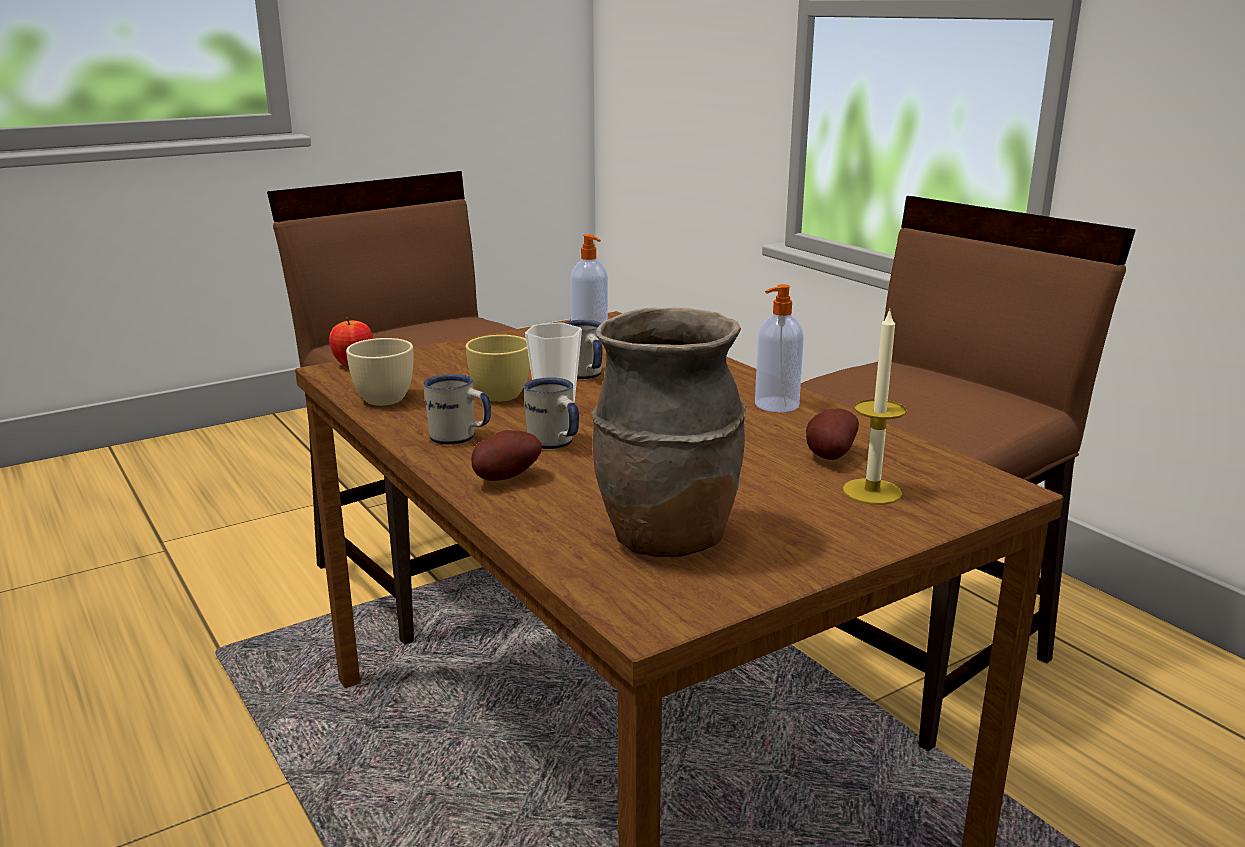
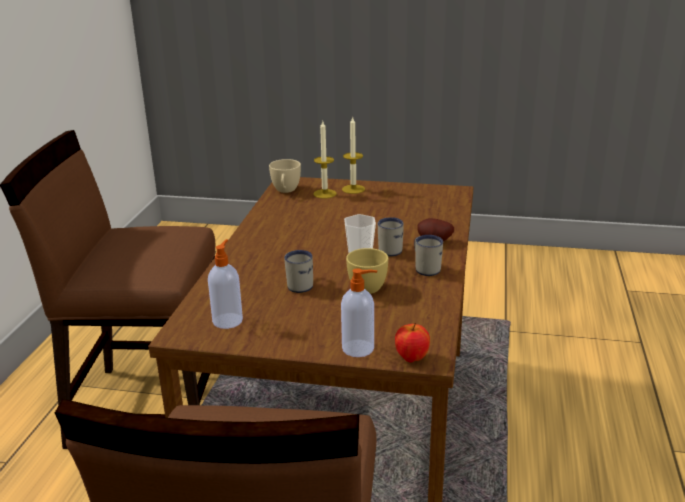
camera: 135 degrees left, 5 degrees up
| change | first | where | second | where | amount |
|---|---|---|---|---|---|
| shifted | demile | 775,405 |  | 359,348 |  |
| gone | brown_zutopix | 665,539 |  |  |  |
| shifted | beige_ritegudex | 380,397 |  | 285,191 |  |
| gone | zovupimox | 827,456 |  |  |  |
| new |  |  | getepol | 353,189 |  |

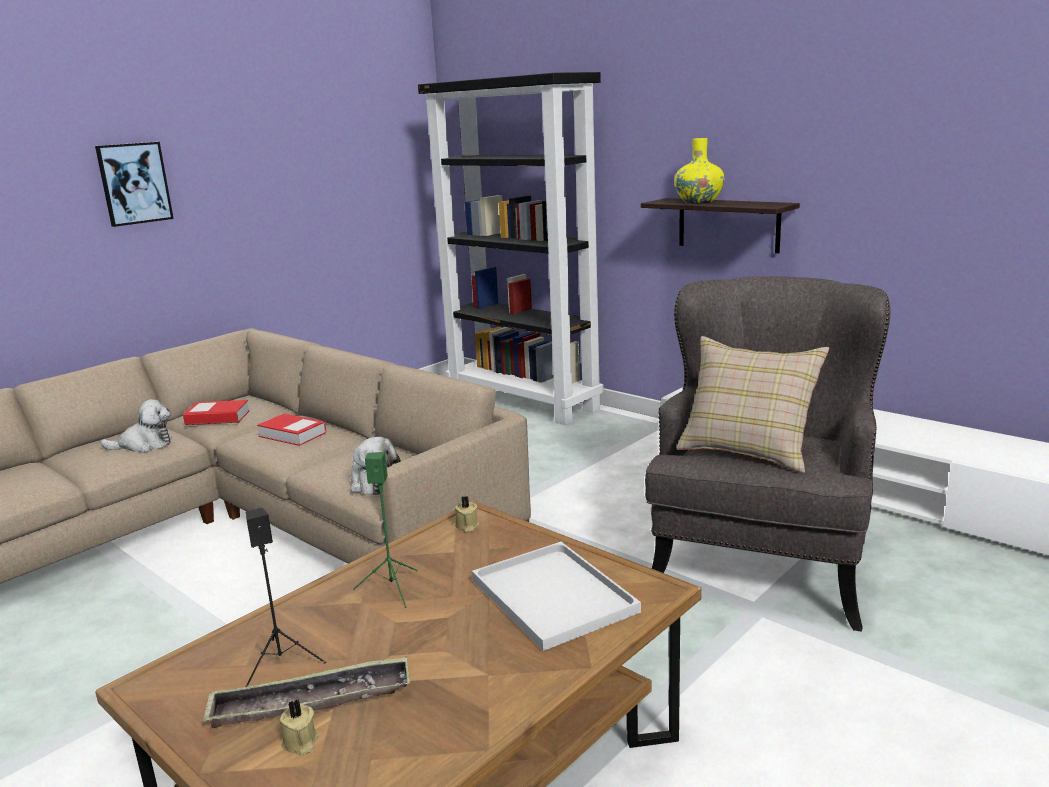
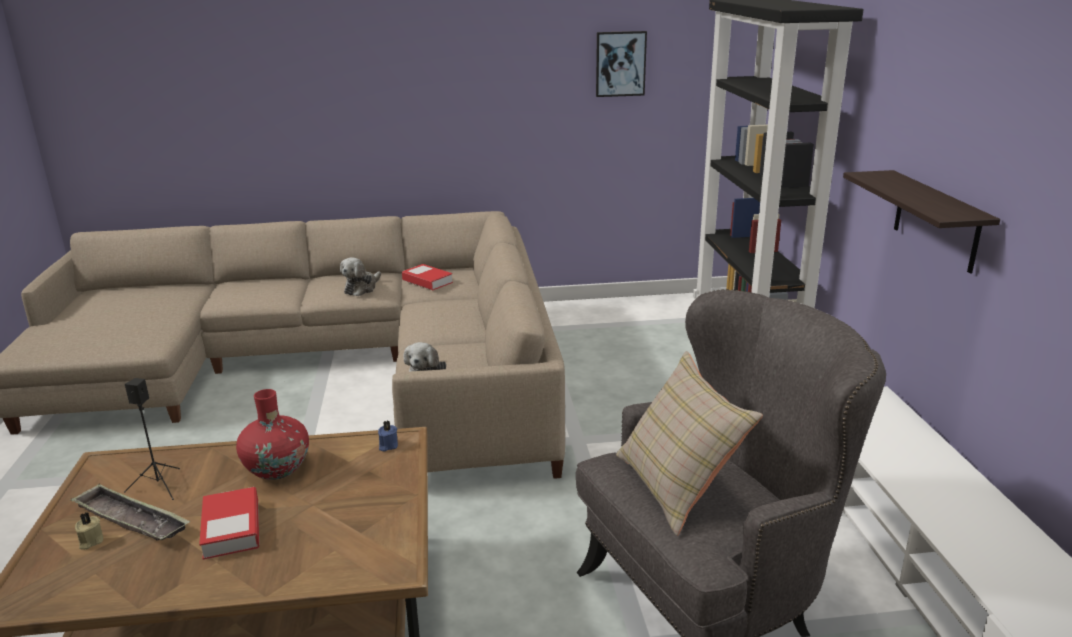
camera: 40 degrees right, 5 degrees up
| change | first | where | second | where | amount |
|---|---|---|---|---|---|
| gone | yellow_zutopix | 699,202 |  |  |  |
| shifted | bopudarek | 134,183 |  | 620,64 |  |
| rotated | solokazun | 144,445 |  | 361,288 | 90 degrees clockwise |
| shifted | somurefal | 292,434 |  | 231,528 |  |
| swapped | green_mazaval | 392,588 | red_zutopix | 277,469 |  |
| repainted | beige_getepol | 466,526 | blue_getepol | 387,446 |  |
| gone | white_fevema | 556,596 |  |  |  |

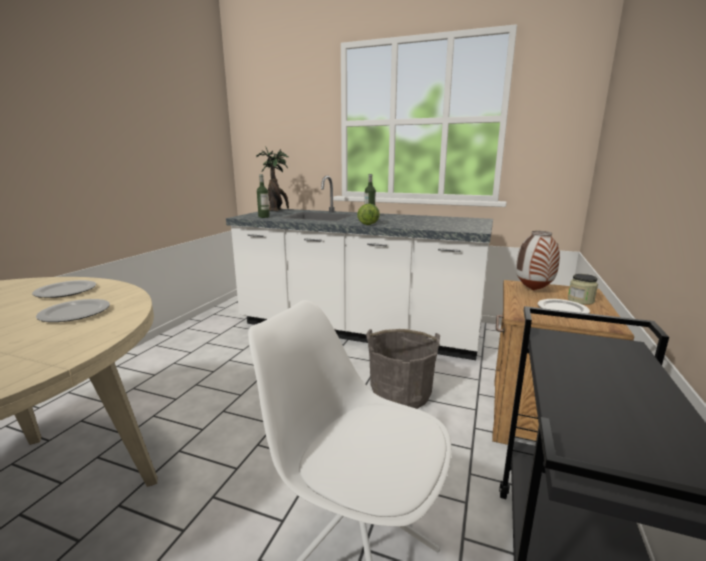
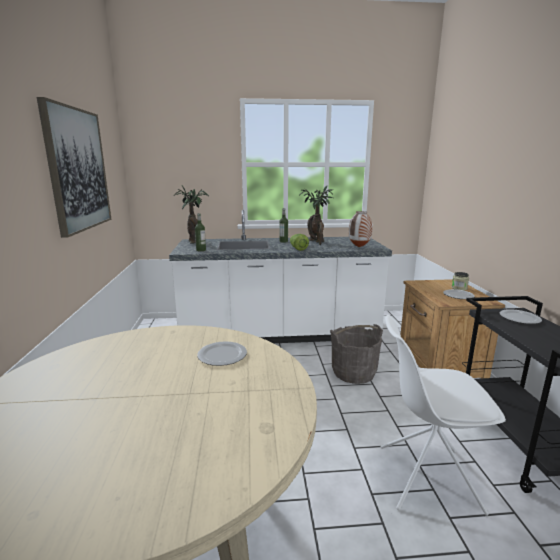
camera: 25 degrees left, 0 degrees up
| change | first | where | second | where | amount |
|---|---|---|---|---|---|
| shifted | zutopix | 533,290 |  | 359,247 |  |
| shifted | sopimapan | 67,291 |  | 519,318 |  |
| new |  |  | bopudarek | 78,169 |  |
| new |  |  | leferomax | 316,242 |  |

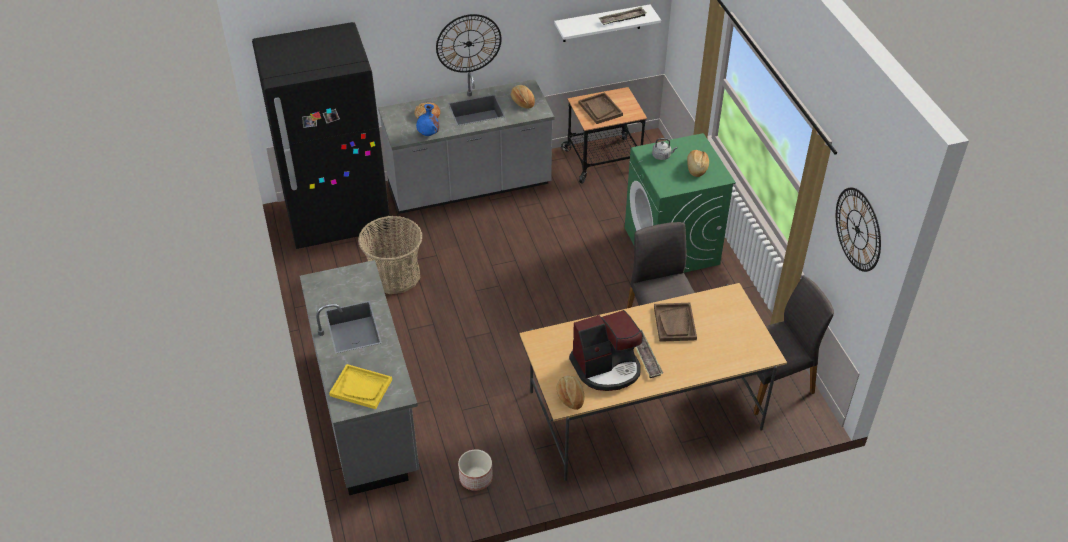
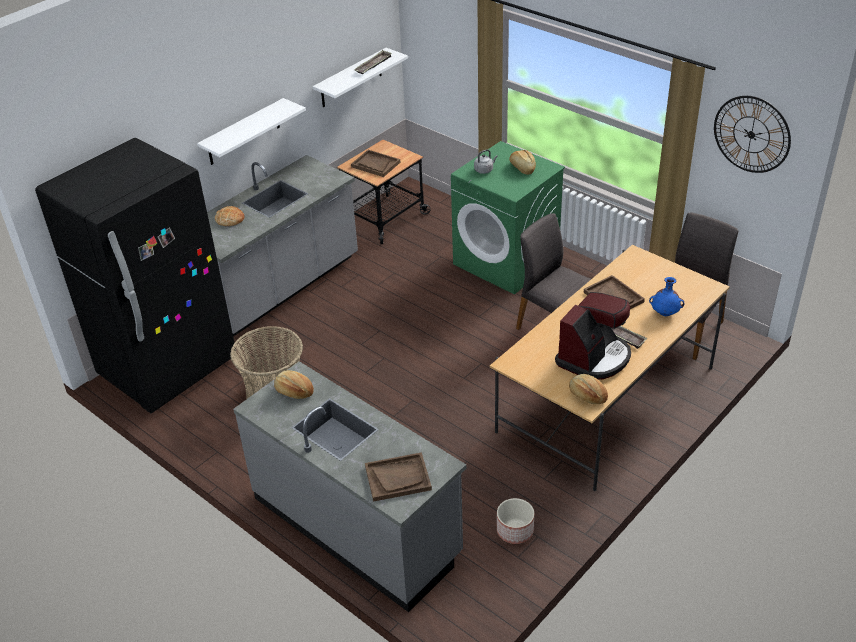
camera: 30 degrees left, 5 degrees down
| change | first | where | second | where | amount |
|---|---|---|---|---|---|
| swapped | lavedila | 468,43 | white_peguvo | 243,132 |  |
| shifted | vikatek | 522,102 |  | 294,391 |  |
| shifted | blue_zutopix | 429,134 |  | 665,313 |  |
| repainted | yellow_fevema | 361,387 | brown_fevema | 398,478 |  |

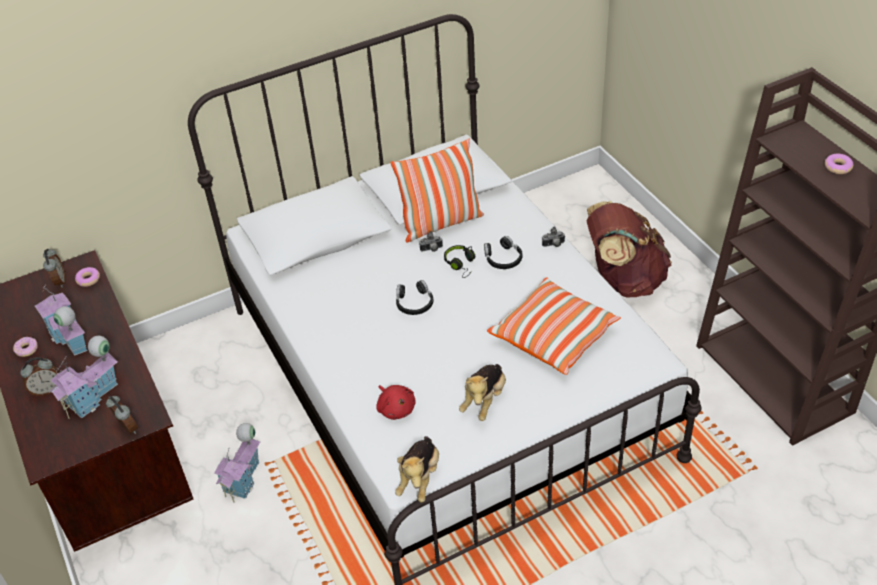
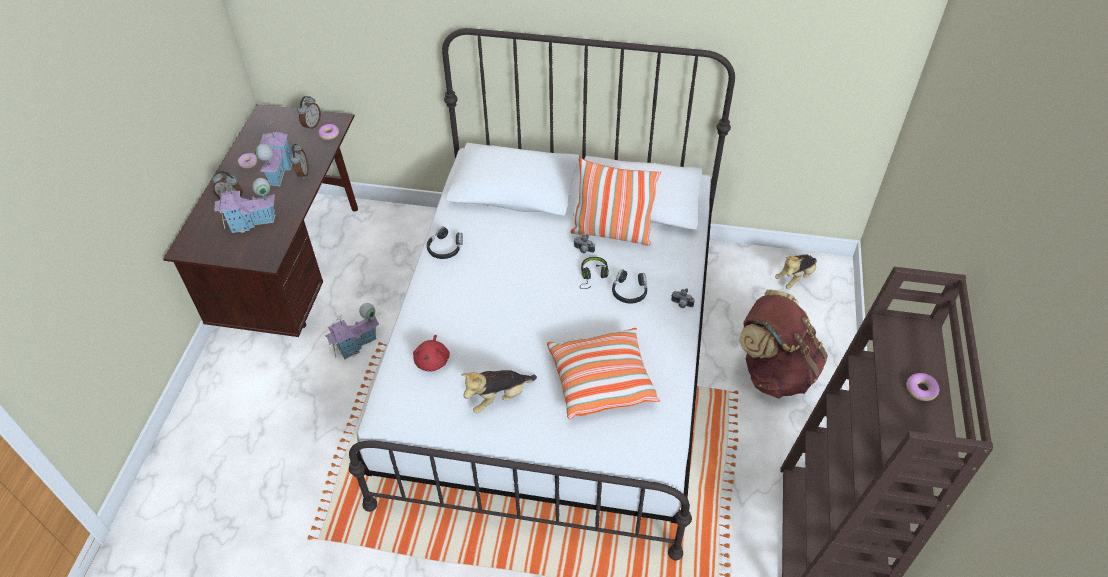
camera: 35 degrees right, 5 degrees up
| change | first | where | second | where | amount |
|---|---|---|---|---|---|
| shifted | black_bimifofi | 414,303 |  | 445,248 |  |
| shifted | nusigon | 127,429 |  | 302,173 |  |
| shifted | solokazun | 419,478 |  | 795,278 |  |

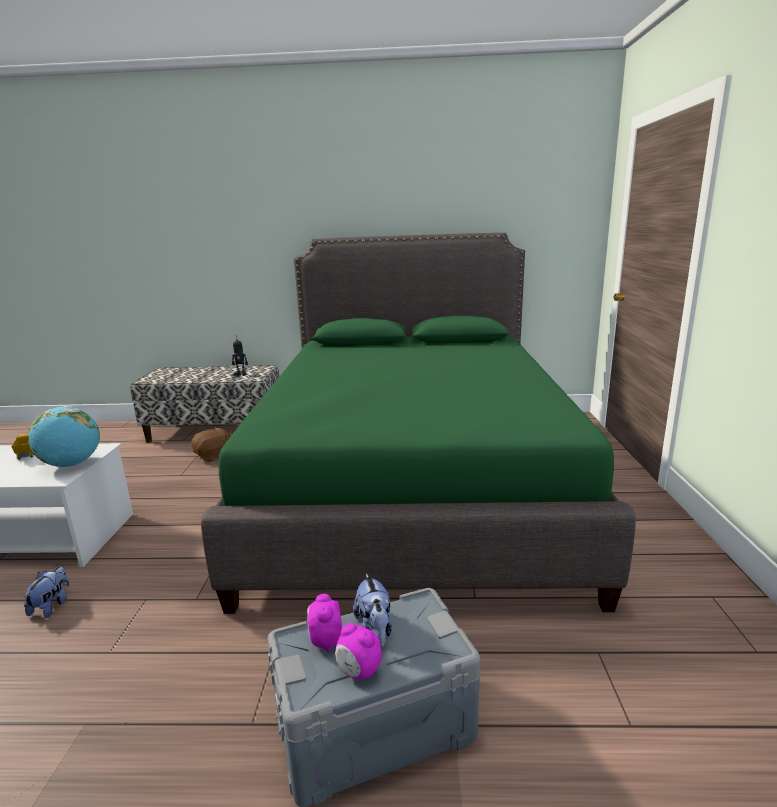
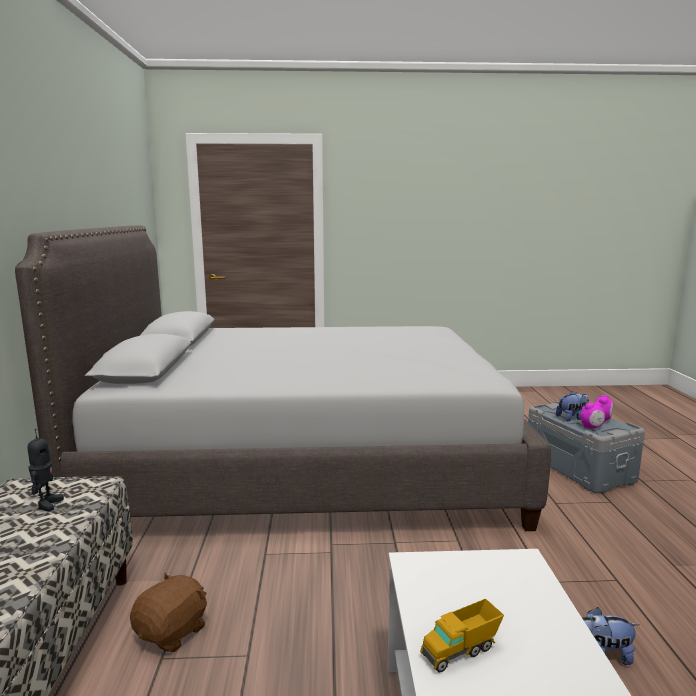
camera: 95 degrees left, 5 degrees down
| change | first | where | second | where | amount |
|---|---|---|---|---|---|
| repainted | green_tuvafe | 413,483 | grey_tuvafe | 306,463 |  |
| gone | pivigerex | 72,464 |  |  |  |
| rotated | brown_solokazun | 214,456 |  | 173,632 | 75 degrees clockwise |

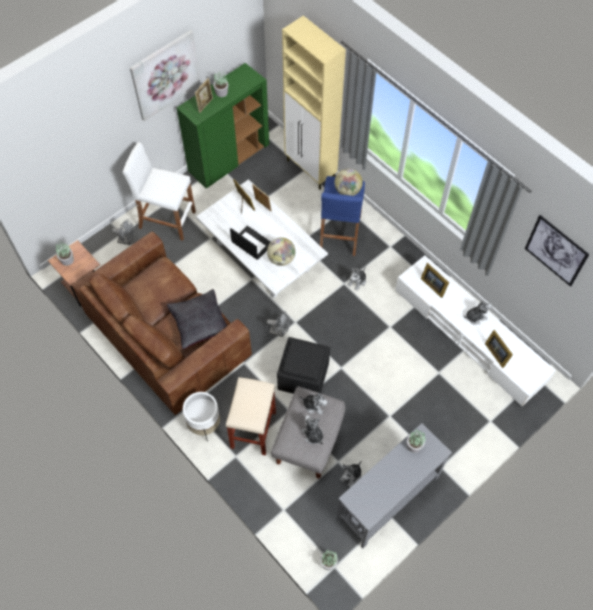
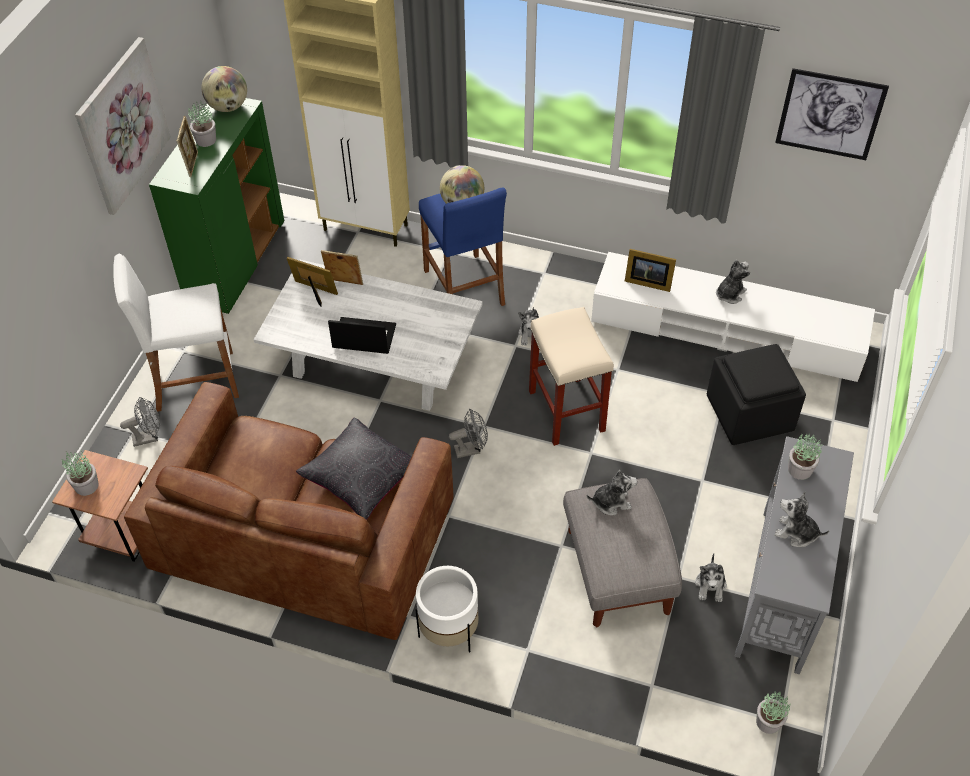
camera: 30 degrees left, 10 degrees down
| change | first | where | second | where | amount |
|---|---|---|---|---|---|
| shifted | pivigerex | 281,259 |  | 228,107 |  |
| gone | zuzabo | 496,352 |  |  |  |
| shifted | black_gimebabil | 303,377 |  | 750,414 |  |
| shifted | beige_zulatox | 253,430 |  | 567,411 |  |
| shifted | solokazun | 312,435 |  | 796,533 |  |

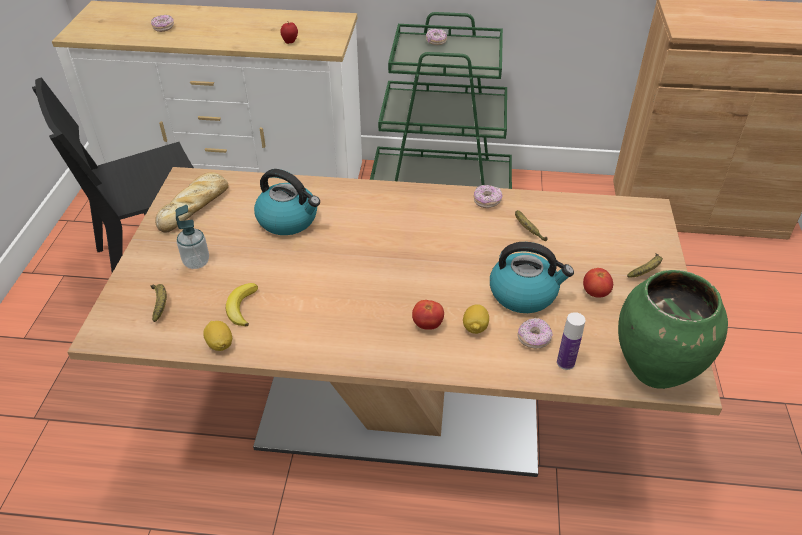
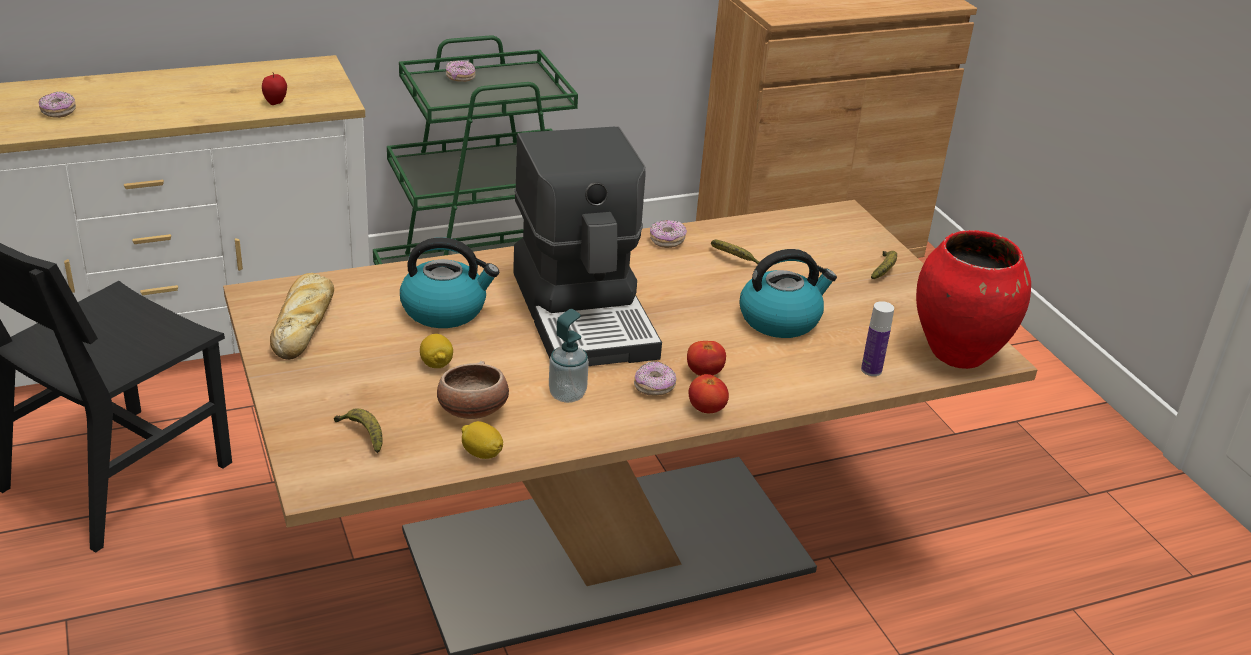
camera: 30 degrees left, 10 degrees down
| change | first | where | second | where | amount |
|---|---|---|---|---|---|
| shifted | demile | 196,262 |  | 567,394 |  |
| shifted | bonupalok | 595,293 |  | 706,409 |  |
| repainted | green_zutopix | 656,371 | red_zutopix | 959,354 |  |
| swapped | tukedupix | 241,307 | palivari | 472,411 |  |
| shifted | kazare | 475,327 |  | 436,364 |  |
| shifted | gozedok | 534,339 |  | 654,388 |  |
| new |  |  | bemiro | 585,313 |  |

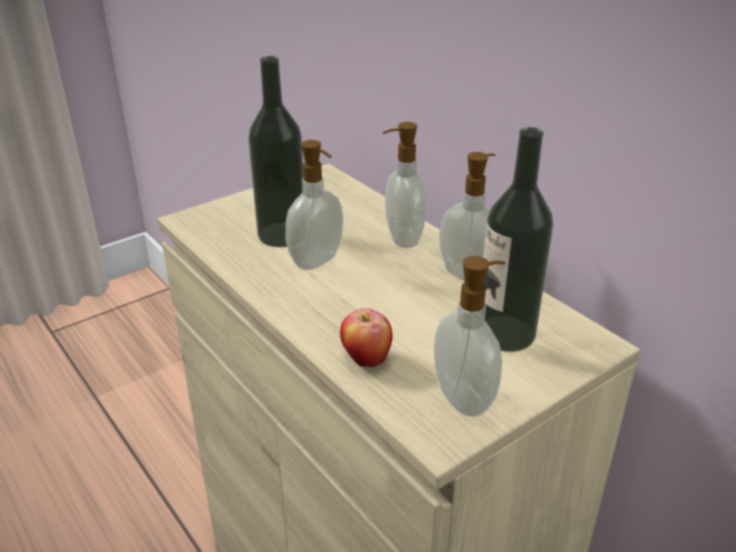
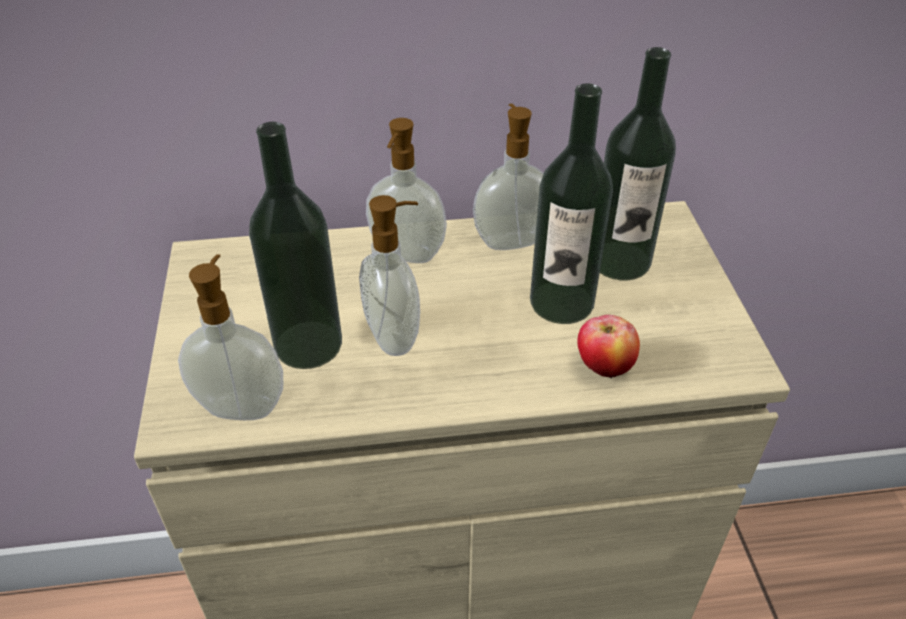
camera: 60 degrees left, 10 degrees up
| change | first | where | second | where | amount |
|---|---|---|---|---|---|
| shifted | demile | 465,398 |  | 242,405 |  |
| new |  |  | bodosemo | 561,302 |  |

